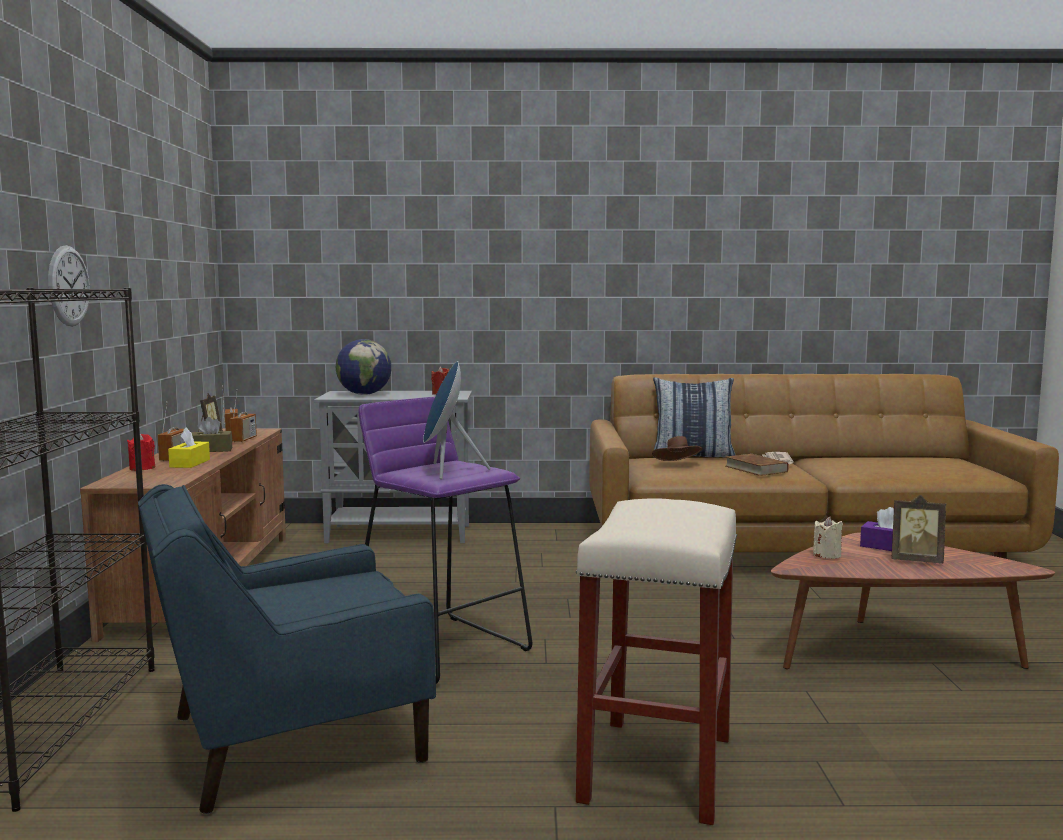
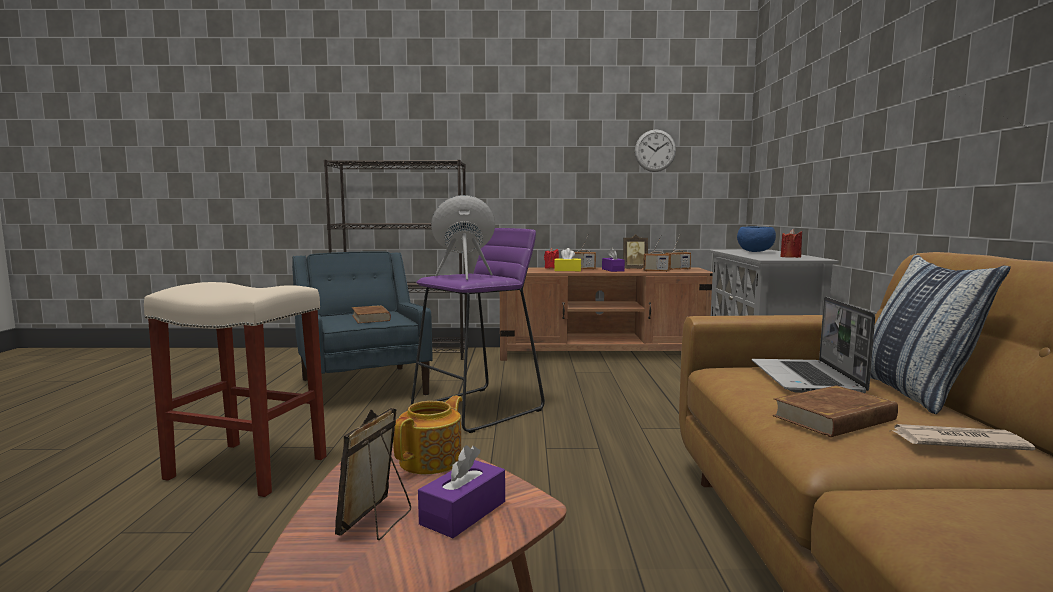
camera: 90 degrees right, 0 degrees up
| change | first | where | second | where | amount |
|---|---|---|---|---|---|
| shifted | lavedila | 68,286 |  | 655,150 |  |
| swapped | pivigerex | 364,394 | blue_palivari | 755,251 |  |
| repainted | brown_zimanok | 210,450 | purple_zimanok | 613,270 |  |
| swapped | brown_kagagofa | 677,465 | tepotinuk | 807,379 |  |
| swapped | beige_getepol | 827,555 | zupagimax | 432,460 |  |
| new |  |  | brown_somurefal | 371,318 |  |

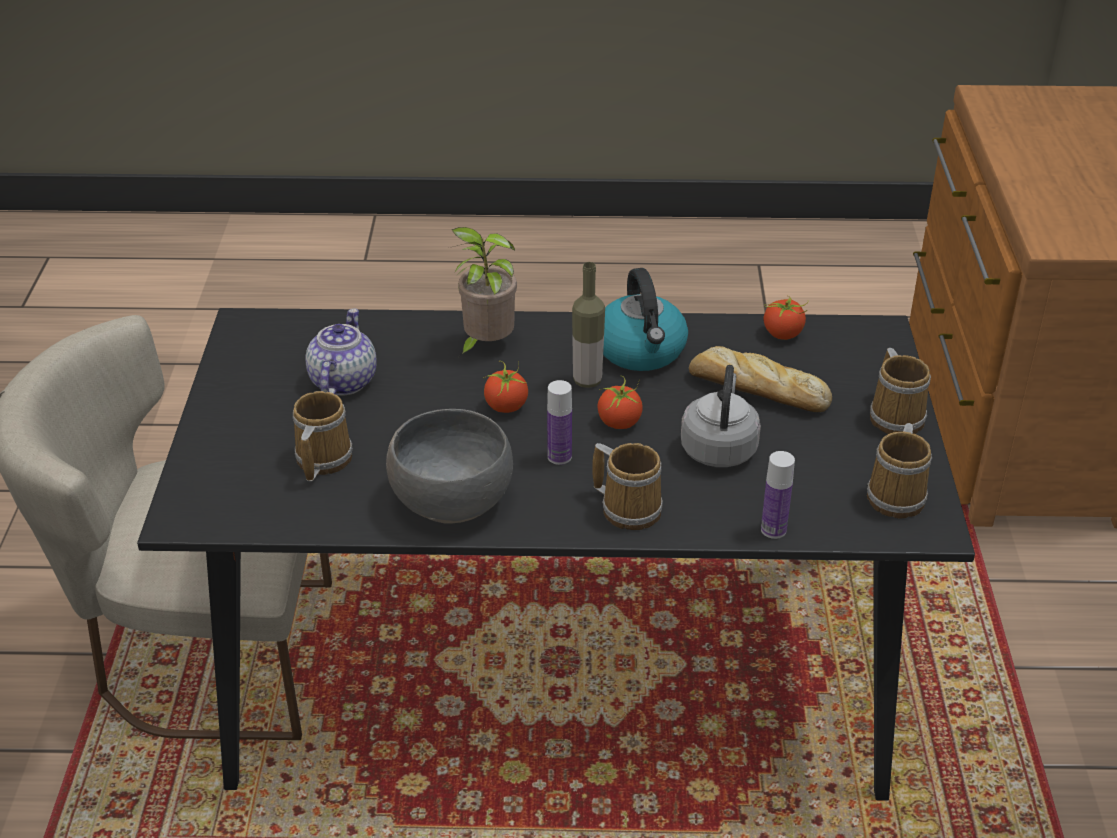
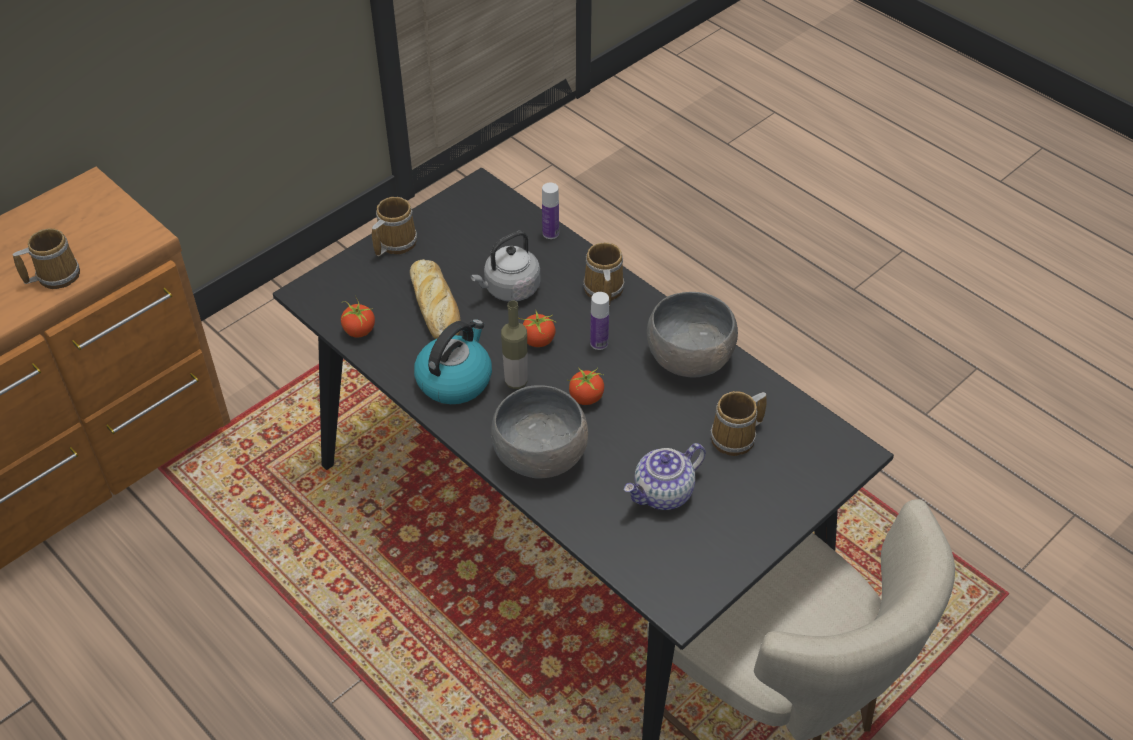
camera: 135 degrees left, 10 degrees up
| change | first | where | second | where | amount |
|---|---|---|---|---|---|
| swapped | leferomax | 485,346 | grey_palivari | 540,455 |  |
| shifted | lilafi | 898,496 |  | 55,275 |  |

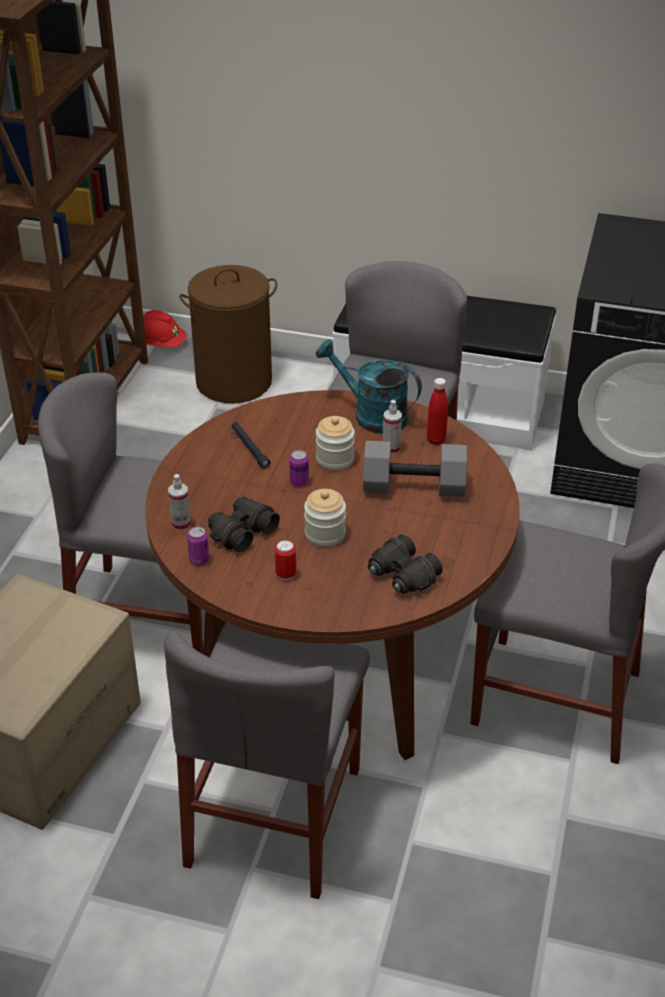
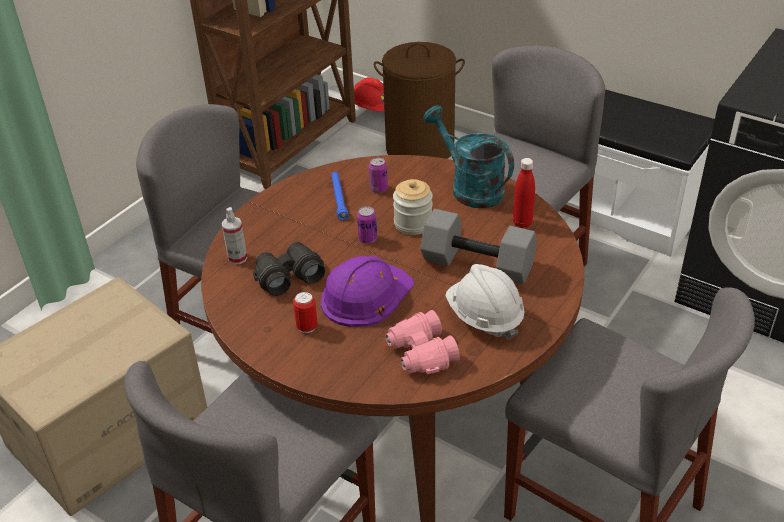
camera: 20 degrees right, 0 degrees up
| change | first | where | second | where | amount |
|---|---|---|---|---|---|
| gone | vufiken | 391,448 |  |  |  |
| repainted | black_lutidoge | 250,448 | blue_lutidoge | 339,199 |  |
| swapped | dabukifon | 325,534 | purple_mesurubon | 365,295 |  |
| shifted | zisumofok | 199,560 |  | 378,189 |  |
| repainted | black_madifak | 402,576 | pink_madifak | 420,354 |  |
| new |  |  | white_mesurubon | 484,317 |  |

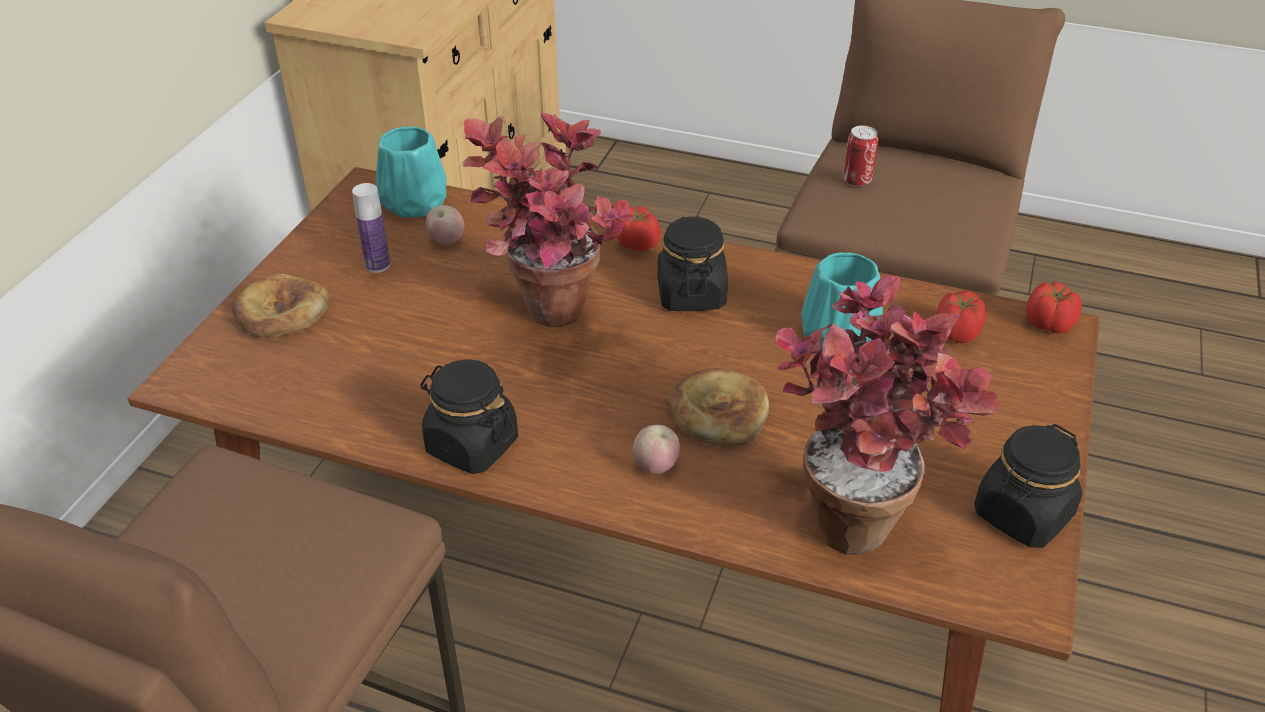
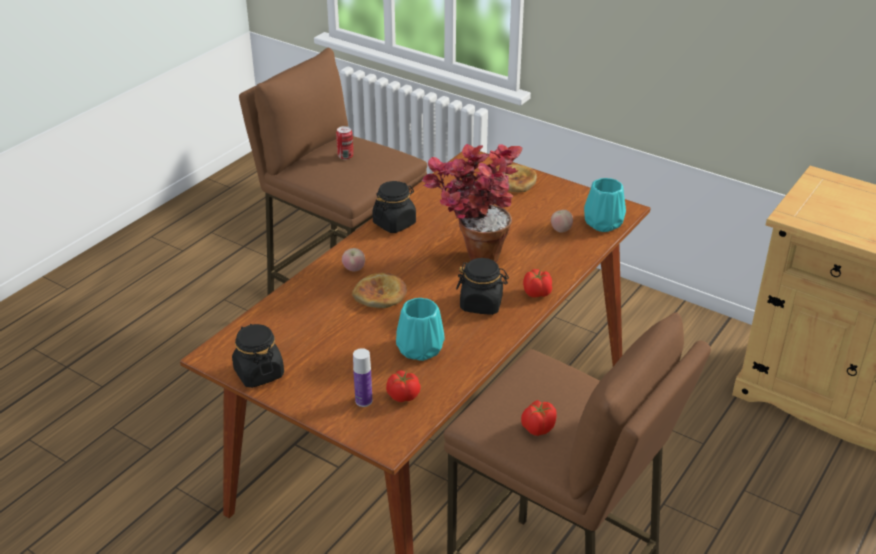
camera: 105 degrees right, 5 degrees down
| change | first | where | second | where | amount |
|---|---|---|---|---|---|
| shifted | zisumofok | 857,180 |  | 345,156 |  |
| shifted | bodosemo | 378,265 |  | 363,401 |  |
| gone | leferomax | 855,510 |  |  |  |
| shifted | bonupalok | 1049,325 |  | 537,428 |  |

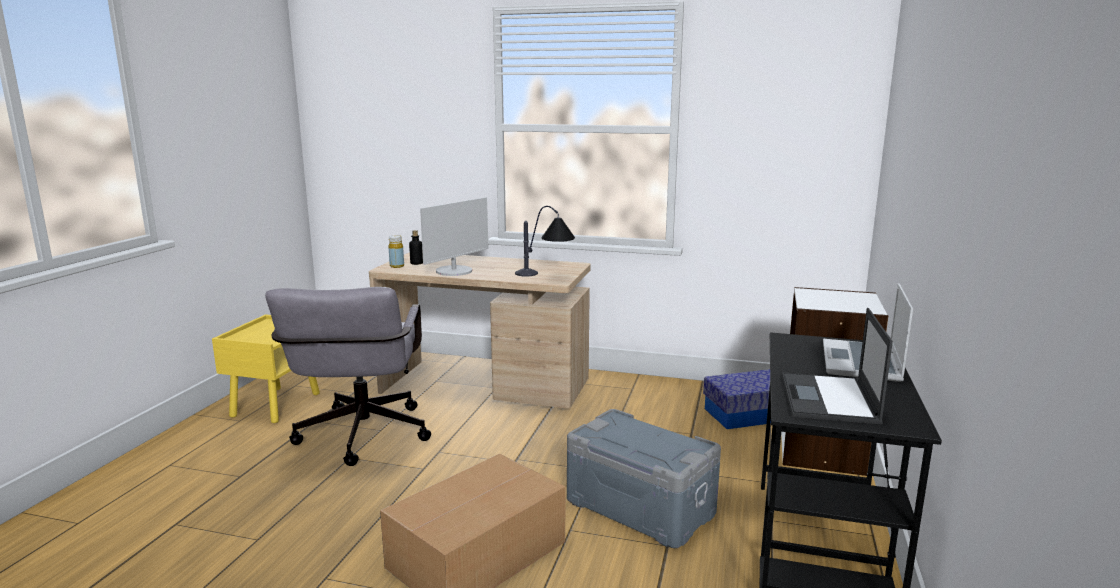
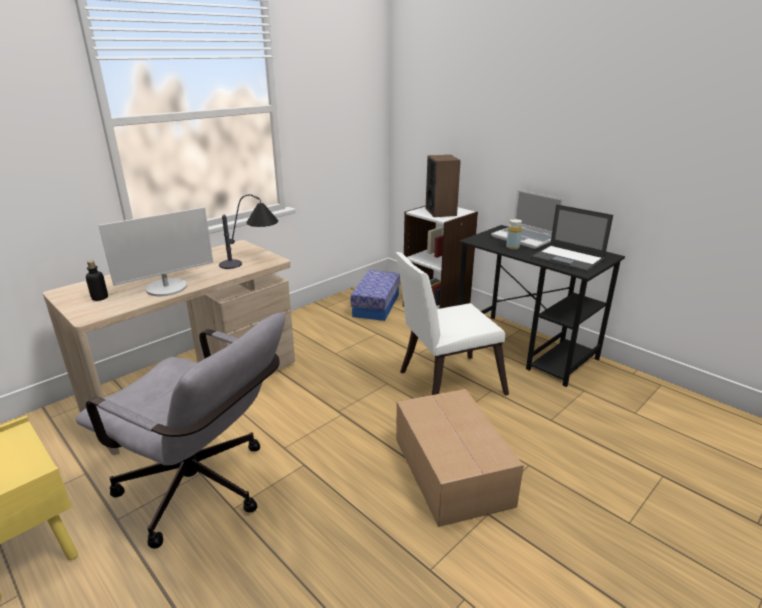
camera: 60 degrees left, 10 degrees up
| change | first | where | second | where | amount |
|---|---|---|---|---|---|
| rotated | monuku | 454,271 |  | 167,288 | 75 degrees clockwise |
| shifted | yellow_bodosemo | 397,266 |  | 512,247 |  |
| swapped | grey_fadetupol | 641,506 | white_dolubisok | 445,383 |  |
| new |  |  | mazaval | 441,212 |  |

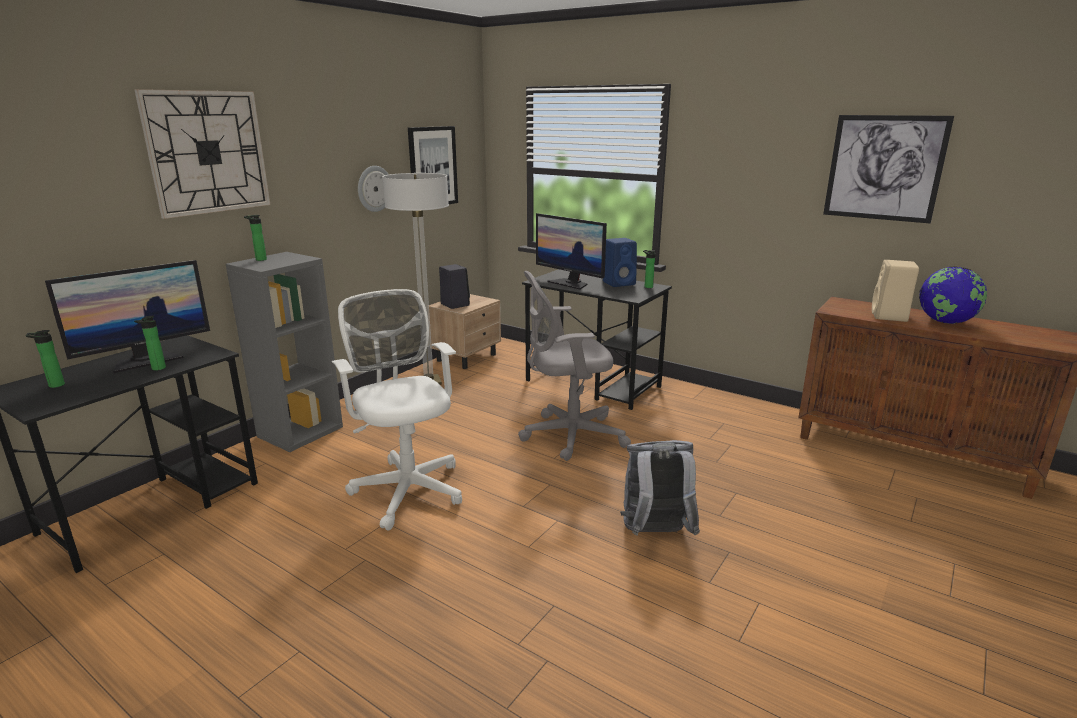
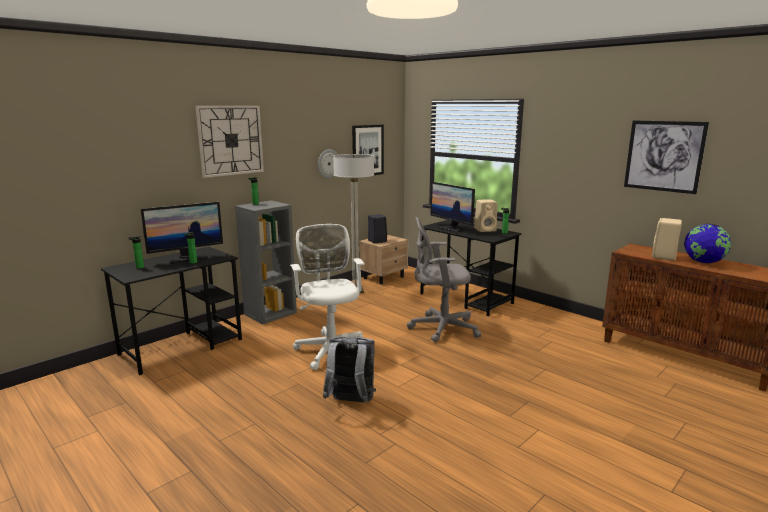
camera: 10 degrees right, 5 degrees down
| change | first | where | second | where | amount |
|---|---|---|---|---|---|
| repainted | blue_mazaval | 619,283 | beige_mazaval | 485,230 |  |
| shifted | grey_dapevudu | 655,534 |  | 351,402 |  |

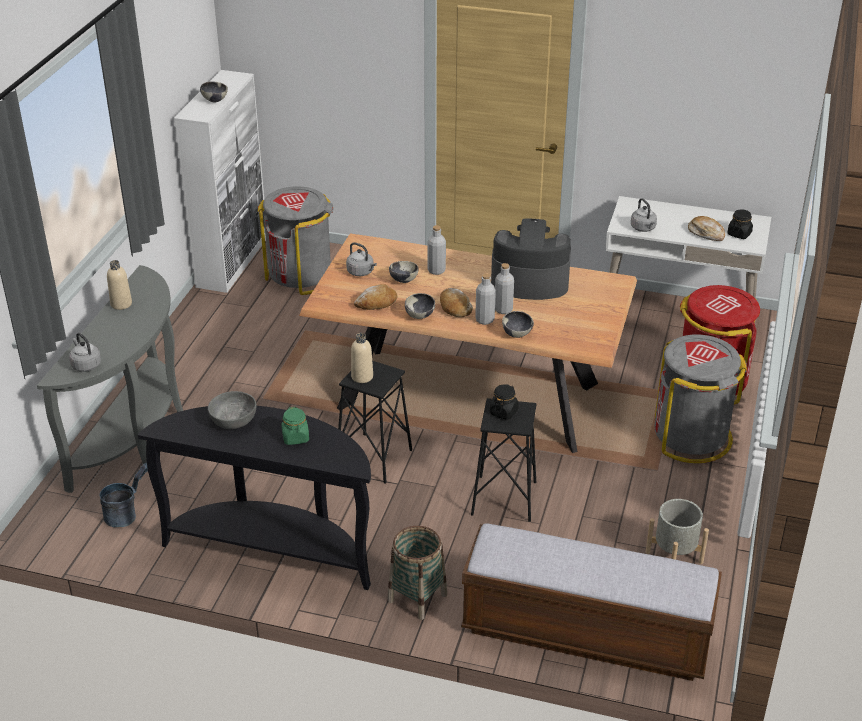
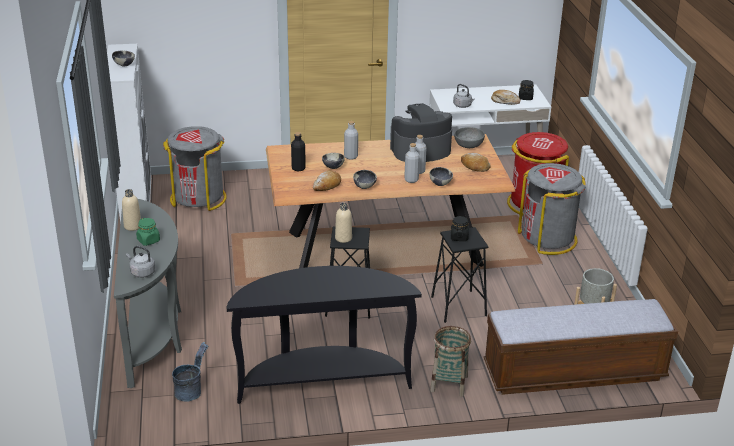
camera: 25 degrees left, 5 degrees down
| change | first | where | second | where | amount |
|---|---|---|---|---|---|
| swapped | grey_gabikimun | 361,272 | black_bodosemo | 298,168 |  |
| shifted | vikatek | 455,307 |  | 474,166 |  |
| shifted | grey_palivari | 233,420 |  | 468,144 |  |
| shifted | green_dabukifon | 295,437 |  | 148,240 |  |

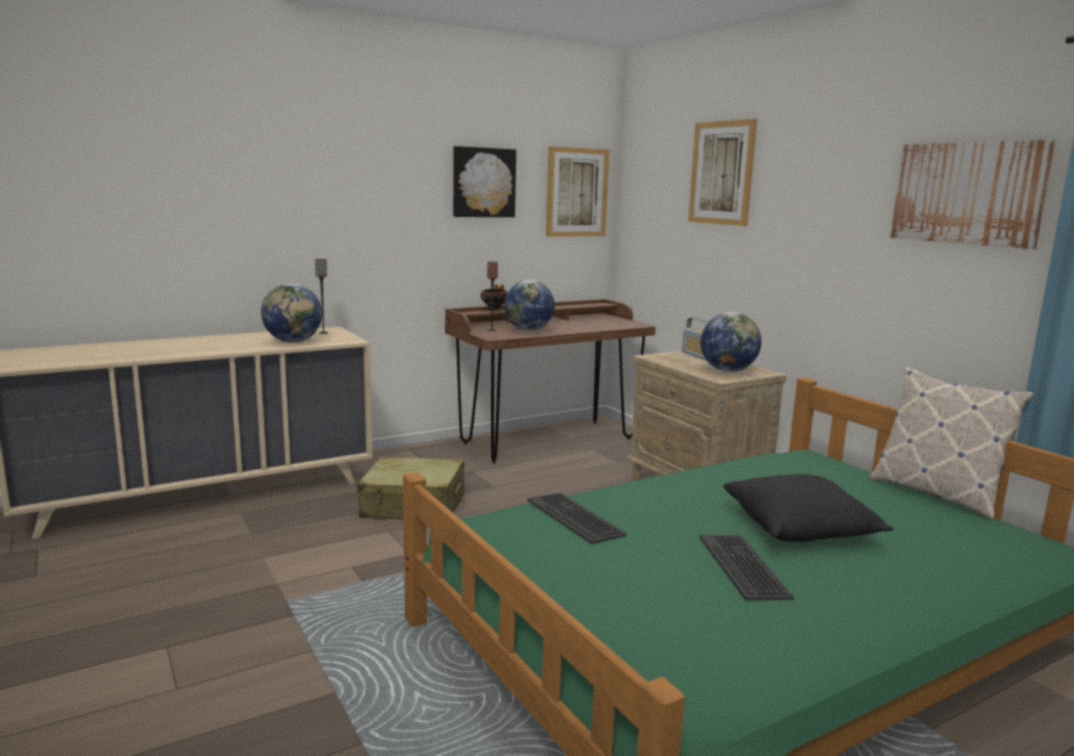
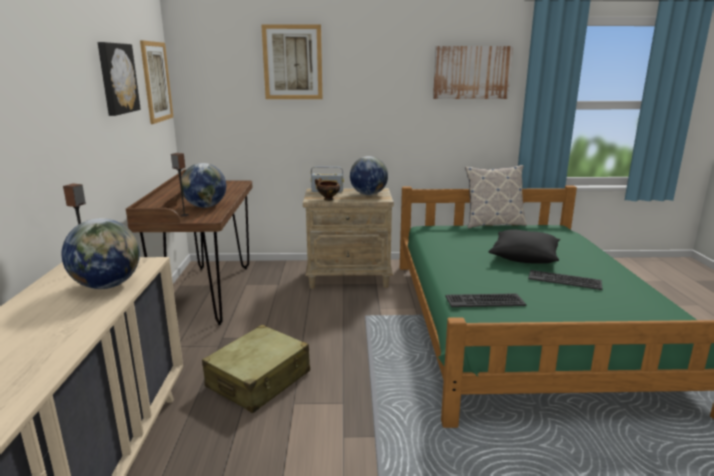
camera: 60 degrees left, 5 degrees up
| change | first | where | second | where | amount |
|---|---|---|---|---|---|
| shifted | palivari | 494,310 |  | 327,199 |  |

